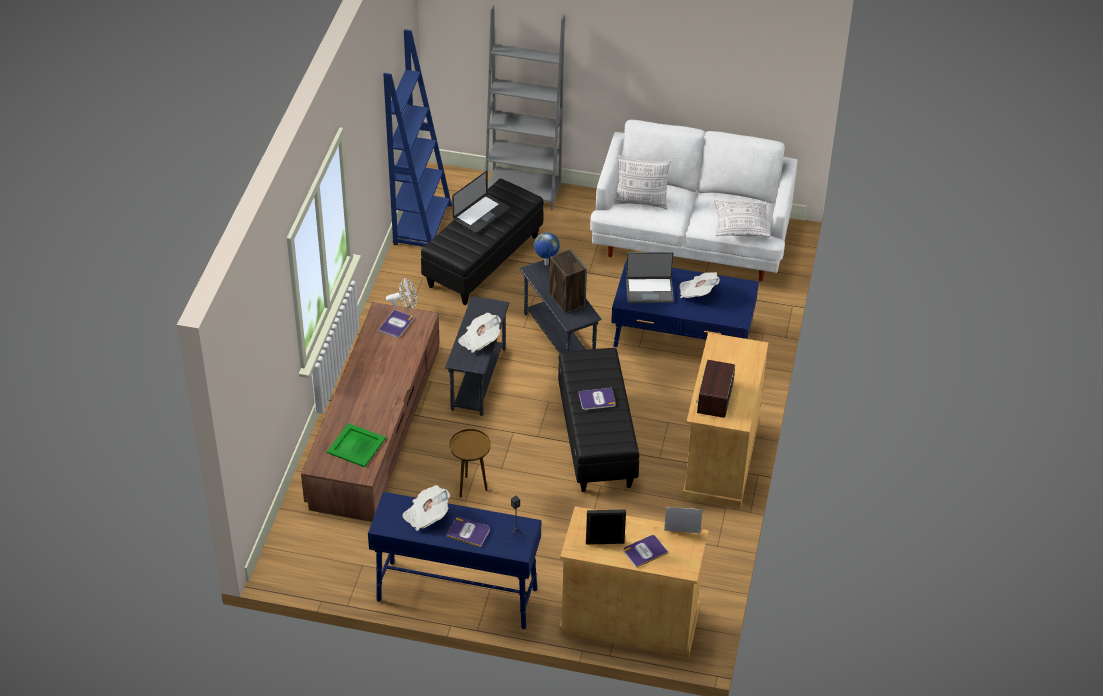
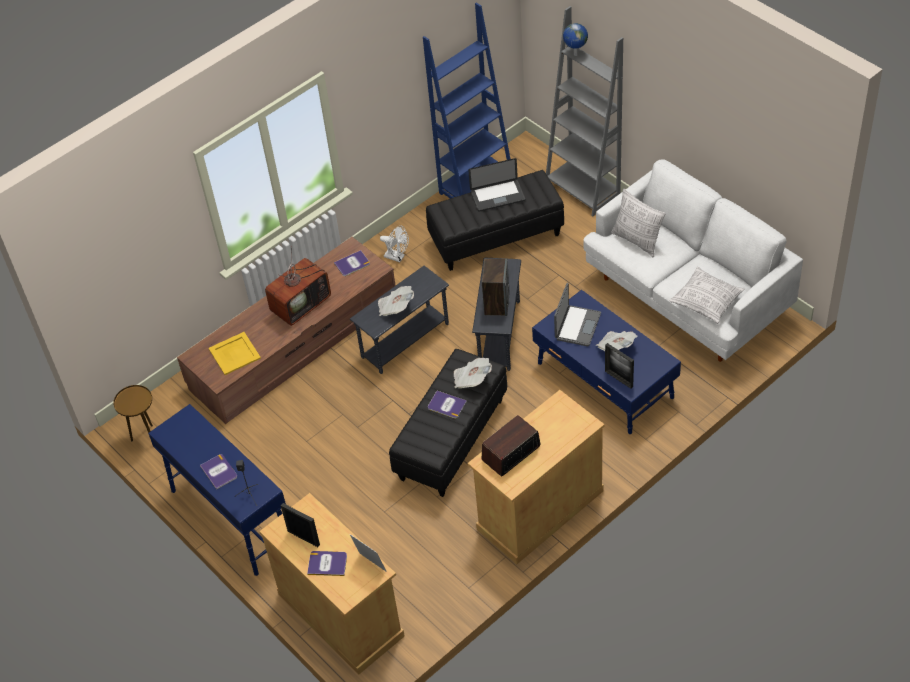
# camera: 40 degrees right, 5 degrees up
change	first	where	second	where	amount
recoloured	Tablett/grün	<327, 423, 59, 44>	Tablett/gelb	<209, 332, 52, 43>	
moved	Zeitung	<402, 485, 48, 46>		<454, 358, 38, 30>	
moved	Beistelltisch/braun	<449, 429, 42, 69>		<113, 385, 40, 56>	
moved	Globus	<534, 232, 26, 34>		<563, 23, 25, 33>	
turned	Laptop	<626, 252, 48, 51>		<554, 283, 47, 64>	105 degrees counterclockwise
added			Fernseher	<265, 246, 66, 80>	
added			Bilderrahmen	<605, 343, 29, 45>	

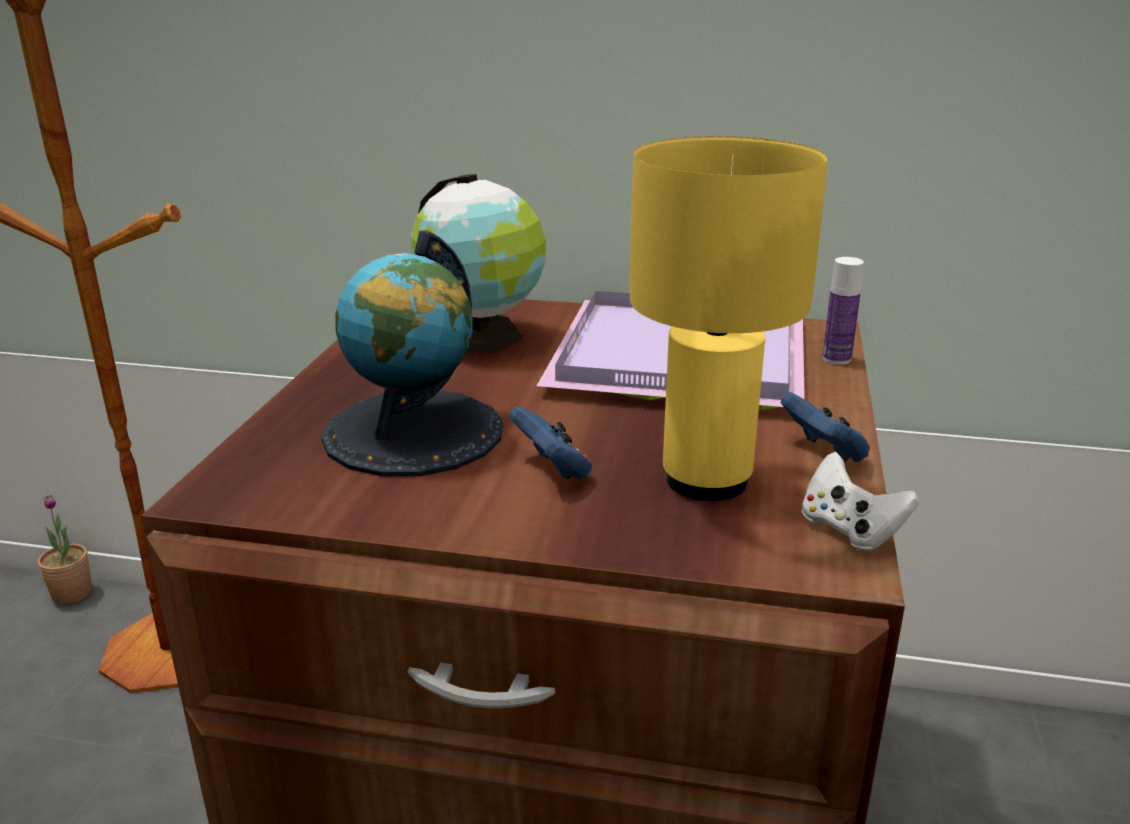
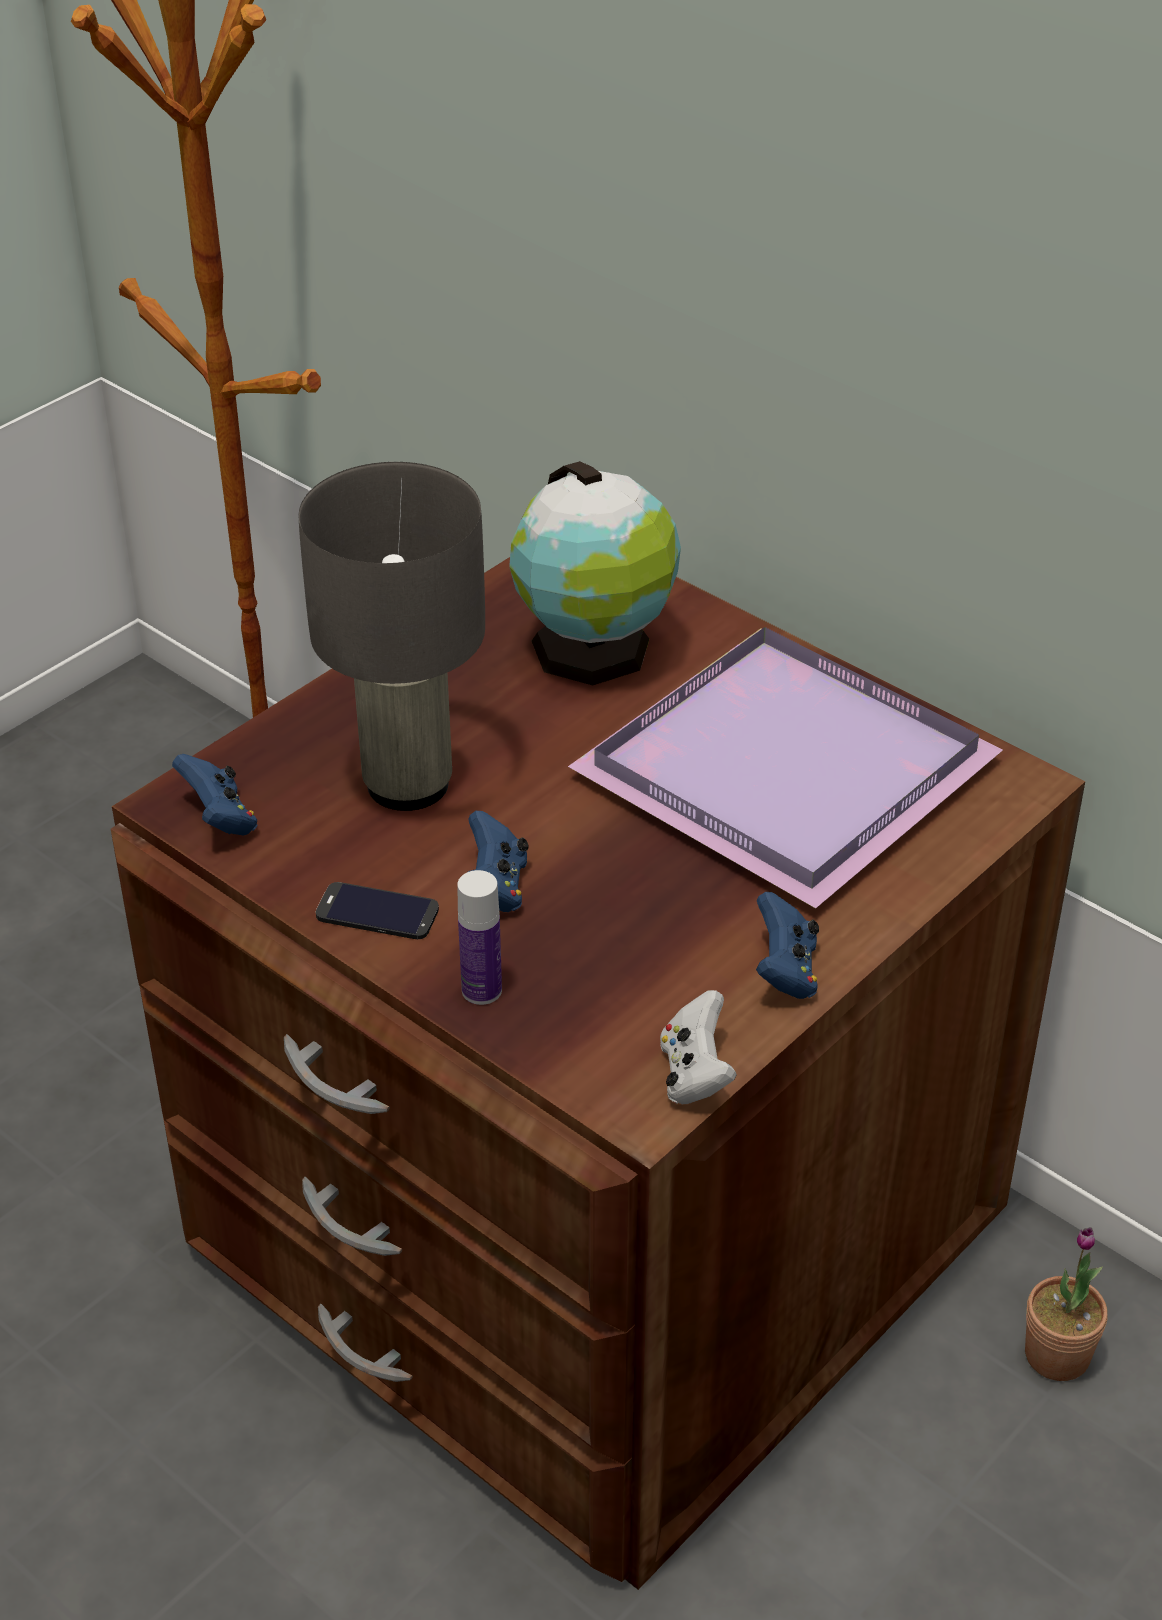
# camera: 30 degrees right, 15 degrees up
change	first	where	second	where	amount
moved	Topfpflanze	<38, 495, 54, 109>		<1025, 1227, 83, 154>	
replaced	Globus	<321, 230, 182, 246>	Tischlampe/grau	<299, 462, 186, 349>	
removed	Tischlampe/gelb	<630, 136, 197, 365>			
moved	Flasche	<822, 257, 42, 108>		<457, 870, 45, 135>	
added			Gamepad/blau	<172, 754, 85, 82>	
added			Handy	<315, 882, 124, 57>	

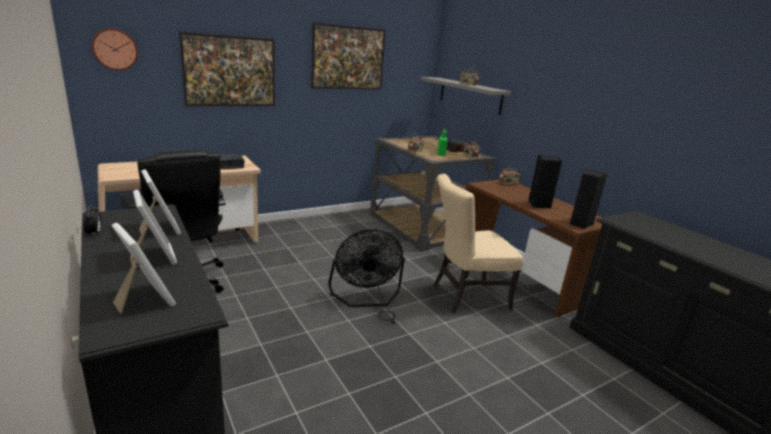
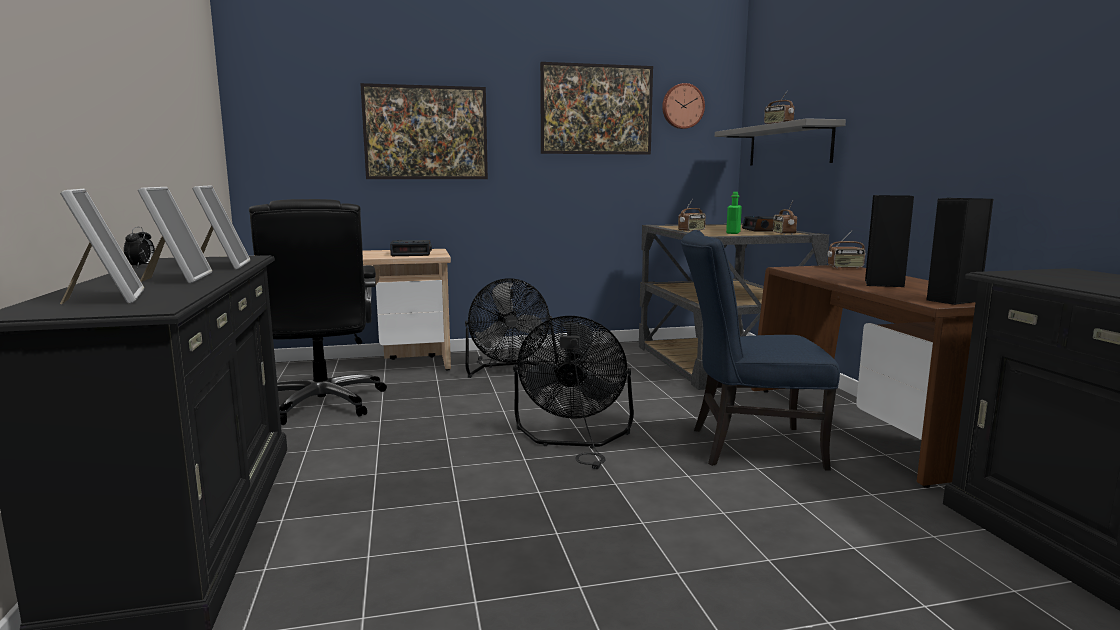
# camera: 20 degrees right, 10 degrees down
change	first	where	second	where	amount
moved	Wanduhr	<92, 28, 46, 43>		<662, 83, 43, 46>	
recoloured	Stuhl/beige	<433, 174, 91, 139>	Stuhl/blau	<681, 230, 159, 241>	
added			Ventilator/schwarz	<465, 278, 93, 100>	

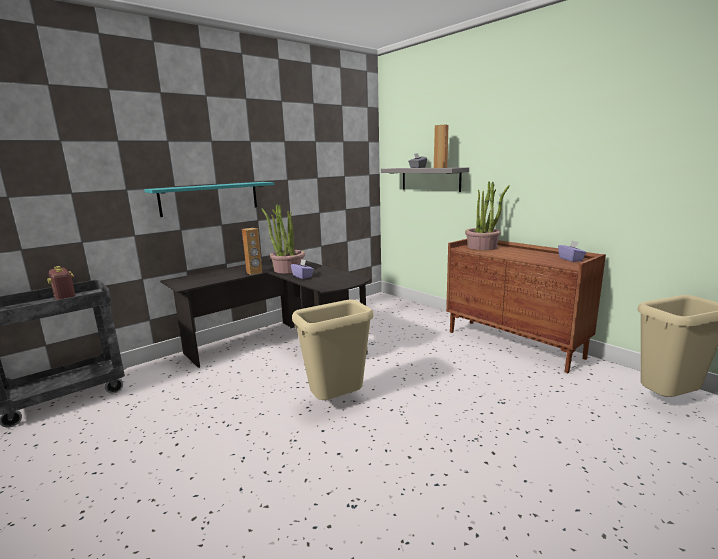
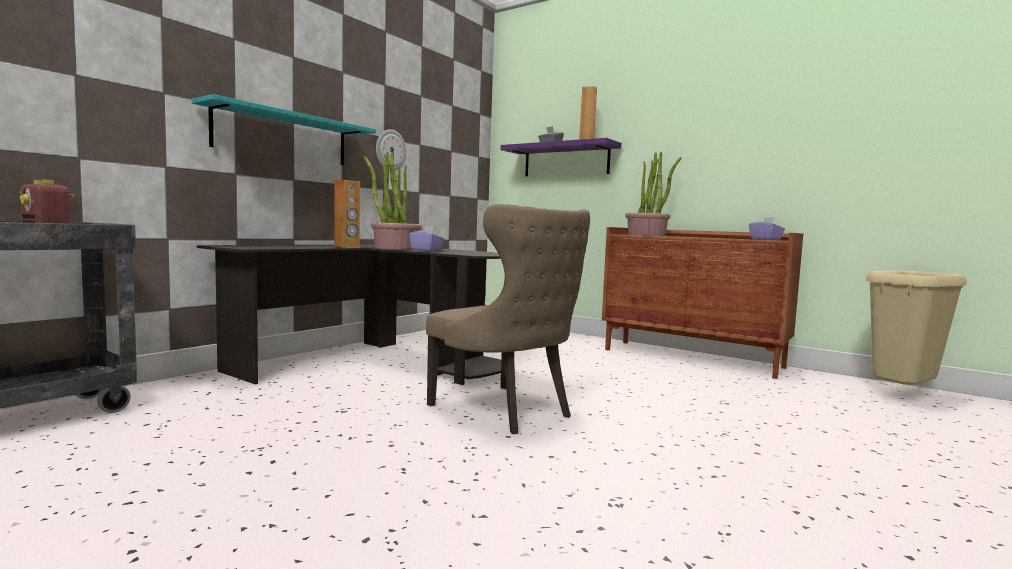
# camera: 15 degrees left, 10 degrees down
change	first	where	second	where	amount
replaced	Mülleimer/beige	<292, 300, 81, 100>	Stuhl/beige	<426, 204, 164, 230>	
recoloured	Wandregal/grau	<381, 167, 88, 25>	Wandregal/lila	<501, 138, 120, 38>	
added			Wanduhr	<376, 129, 30, 42>	

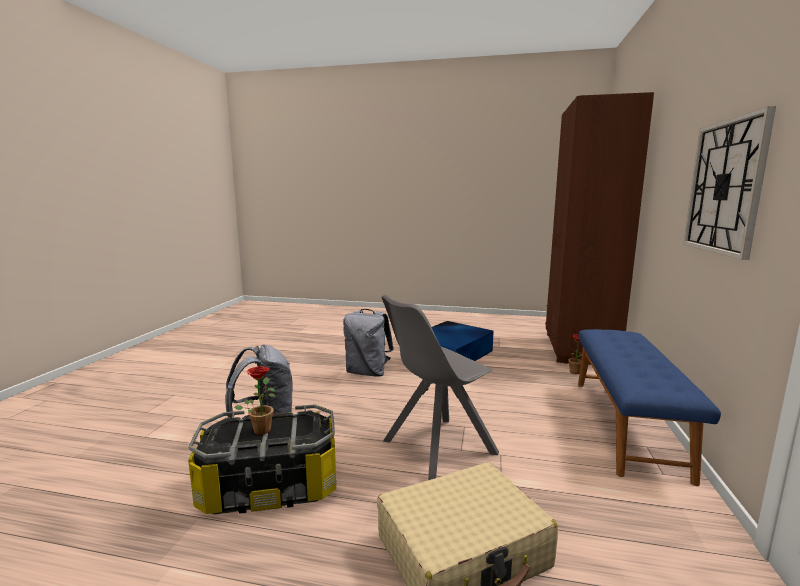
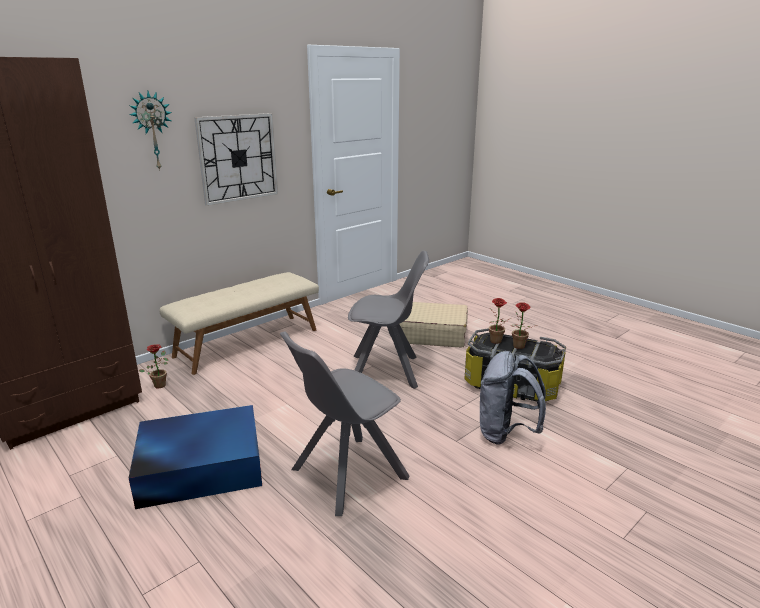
# camera: 145 degrees left, 10 degrees up
change	first	where	second	where	amount
replaced	Rucksack/grau	<343, 309, 51, 68>	Stuhl/grau	<280, 331, 129, 185>	
recoloured	Bank/blau	<578, 329, 143, 157>	Bank/beige	<159, 272, 160, 103>	
added			Wanduhr	<129, 91, 43, 80>	
added			Topfpflanze	<489, 298, 22, 46>	

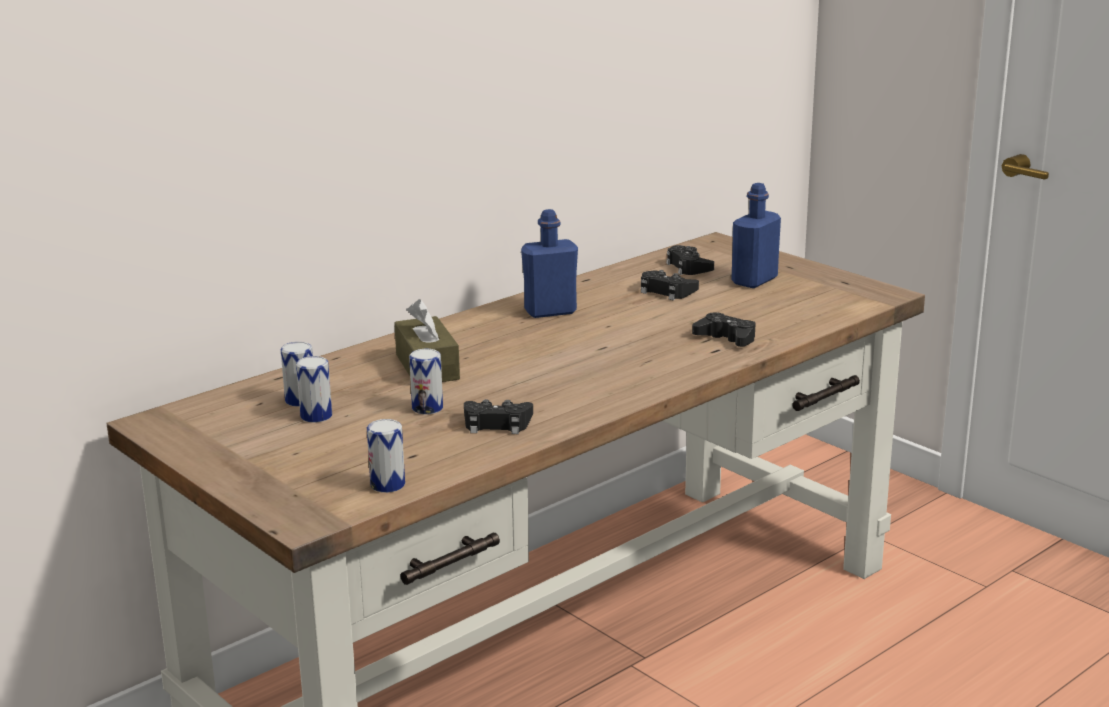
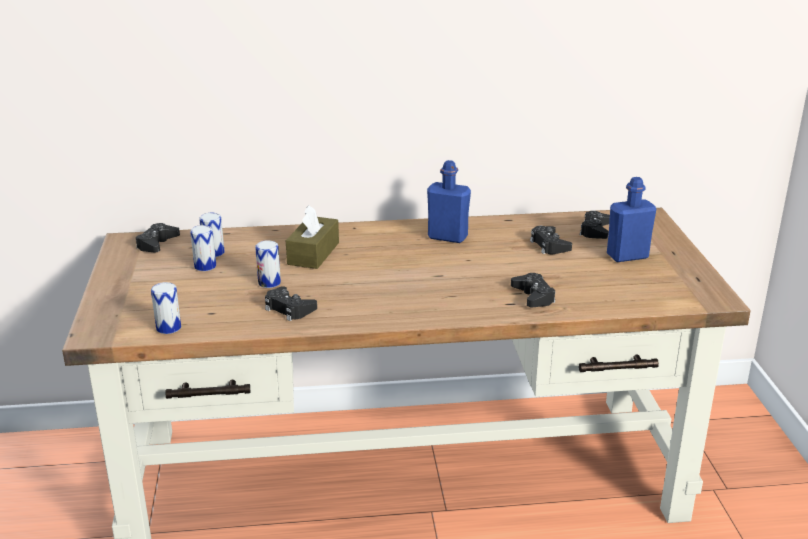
# camera: 35 degrees right, 5 degrees up
change	first	where	second	where	amount
added			Gamepad/schwarz	<136, 223, 44, 29>	

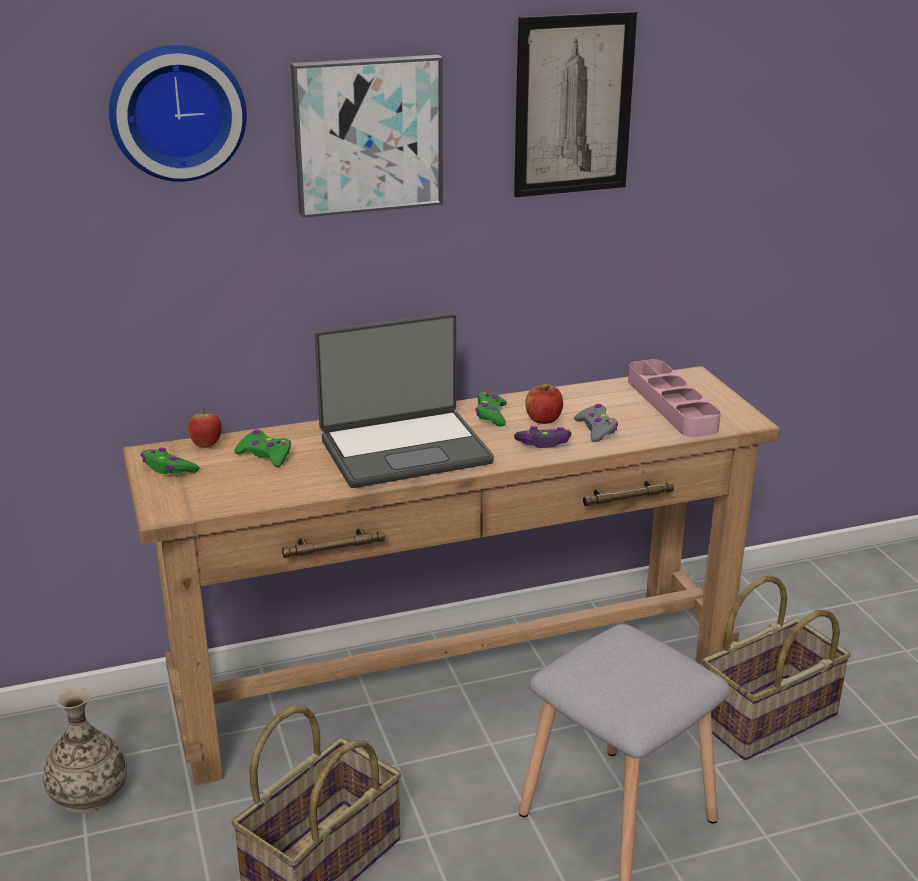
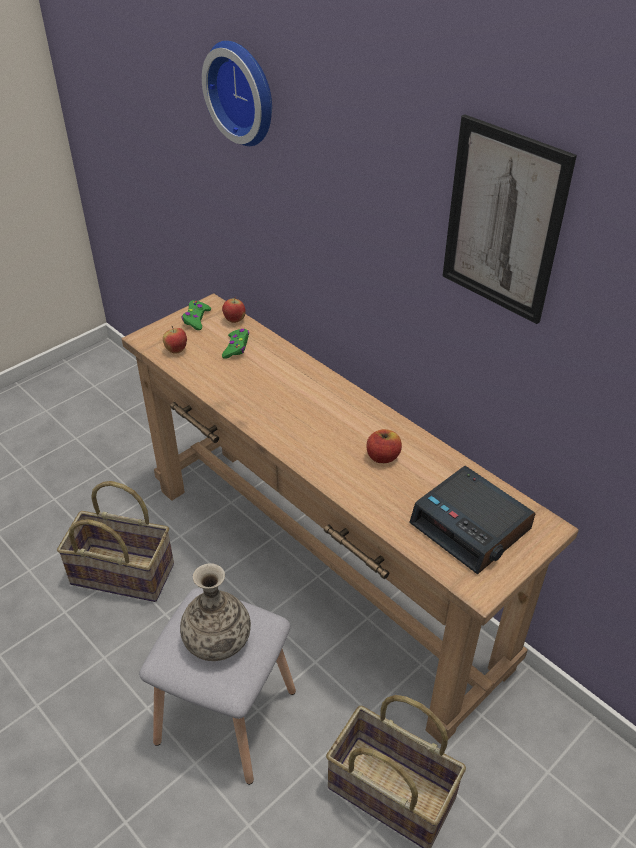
# camera: 65 degrees right, 15 degrees up
change	first	where	second	where	amount
moved	Vase	<43, 686, 84, 127>		<180, 563, 71, 98>	
removed	Bild	<291, 55, 152, 163>			
removed	Laptop	<315, 313, 179, 175>			
removed	Gamepad/grün	<475, 391, 32, 35>			
removed	Gamepad/lila	<514, 426, 57, 22>			
removed	Gamepad/grau	<574, 404, 44, 38>			
replaced	Tablett/rosa	<628, 359, 93, 78>	Wecker	<409, 466, 127, 109>	
added			Apfel	<163, 326, 24, 28>	

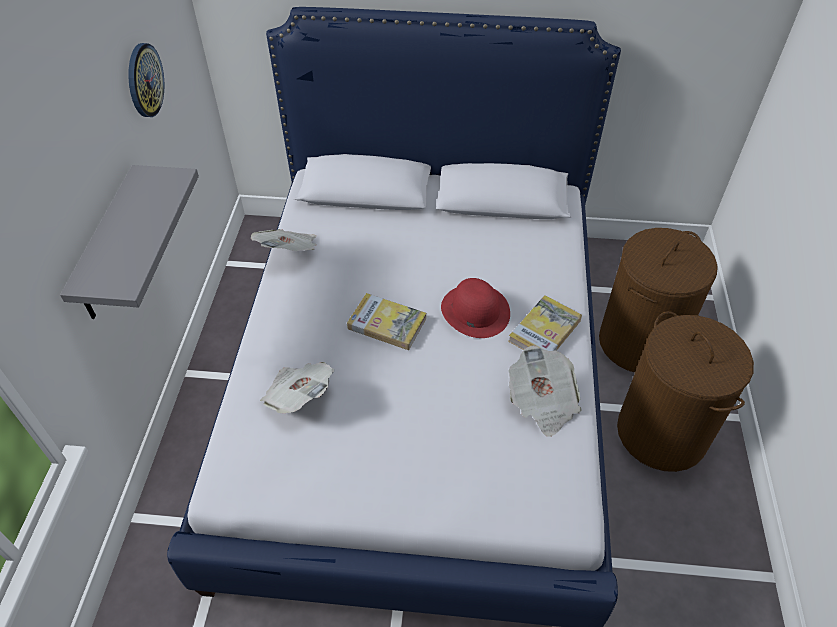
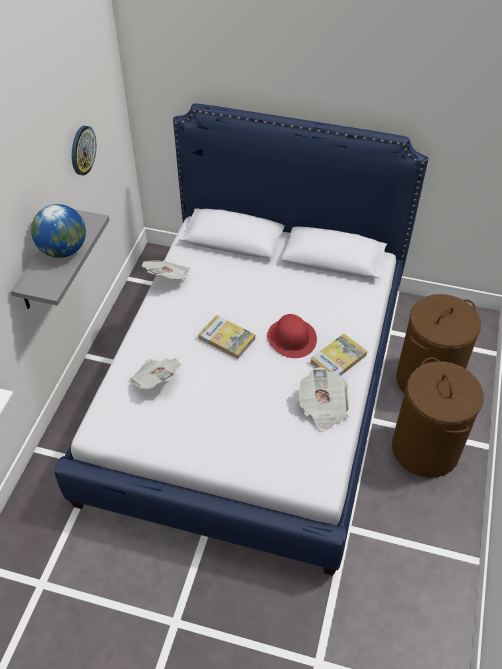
# camera: 10 degrees right, 0 degrees up
change	first	where	second	where	amount
added			Globus	<31, 204, 55, 54>	

